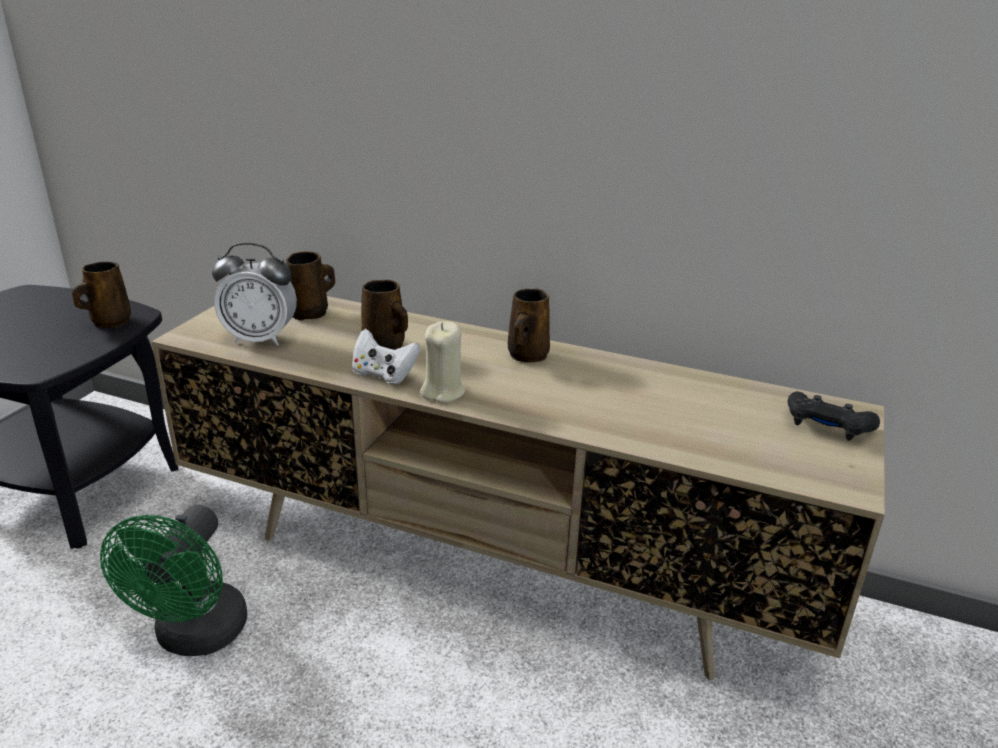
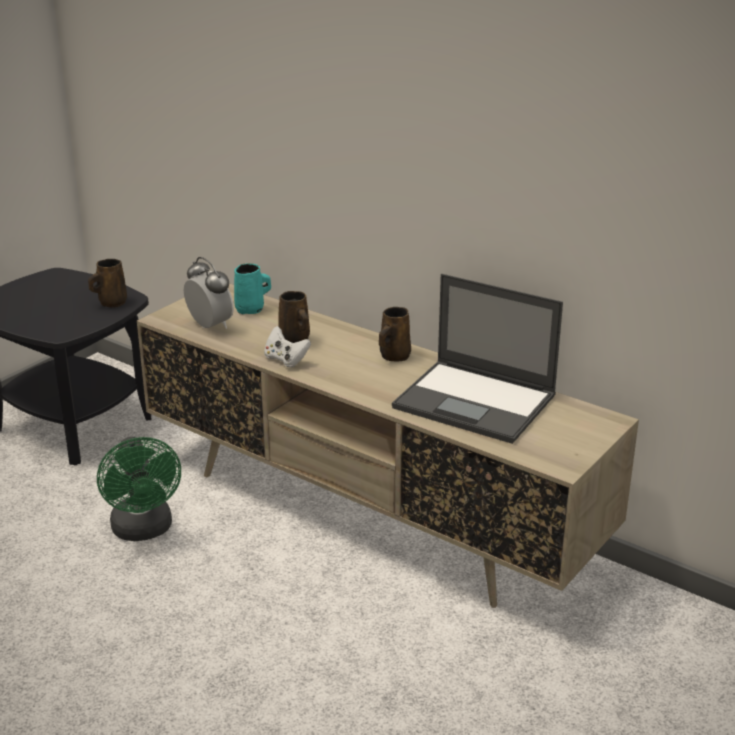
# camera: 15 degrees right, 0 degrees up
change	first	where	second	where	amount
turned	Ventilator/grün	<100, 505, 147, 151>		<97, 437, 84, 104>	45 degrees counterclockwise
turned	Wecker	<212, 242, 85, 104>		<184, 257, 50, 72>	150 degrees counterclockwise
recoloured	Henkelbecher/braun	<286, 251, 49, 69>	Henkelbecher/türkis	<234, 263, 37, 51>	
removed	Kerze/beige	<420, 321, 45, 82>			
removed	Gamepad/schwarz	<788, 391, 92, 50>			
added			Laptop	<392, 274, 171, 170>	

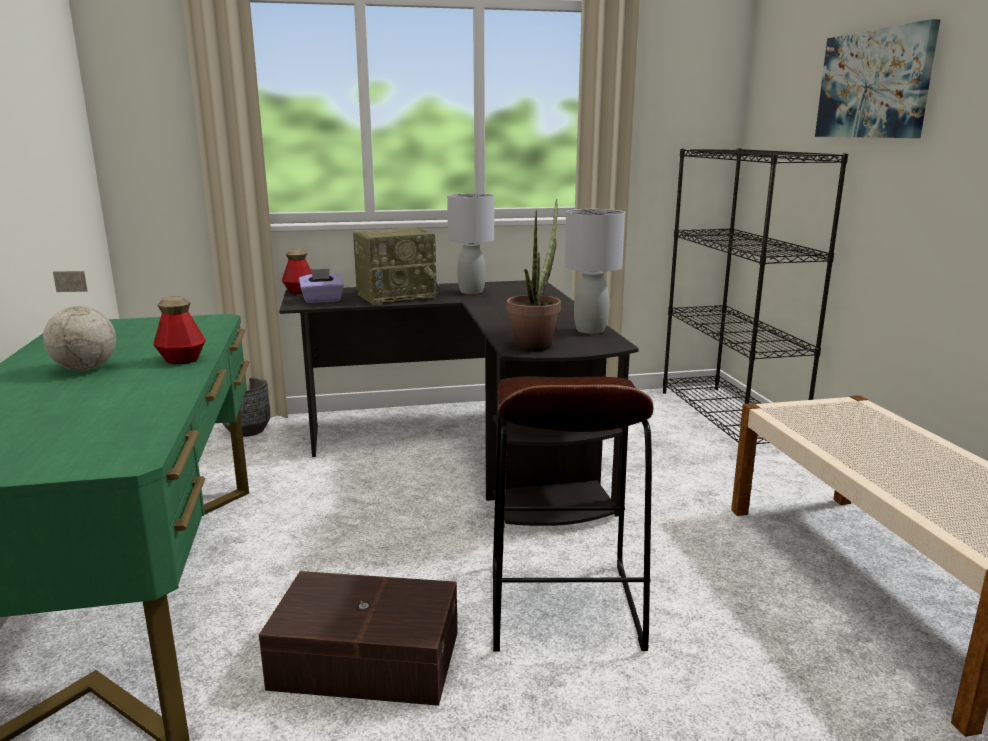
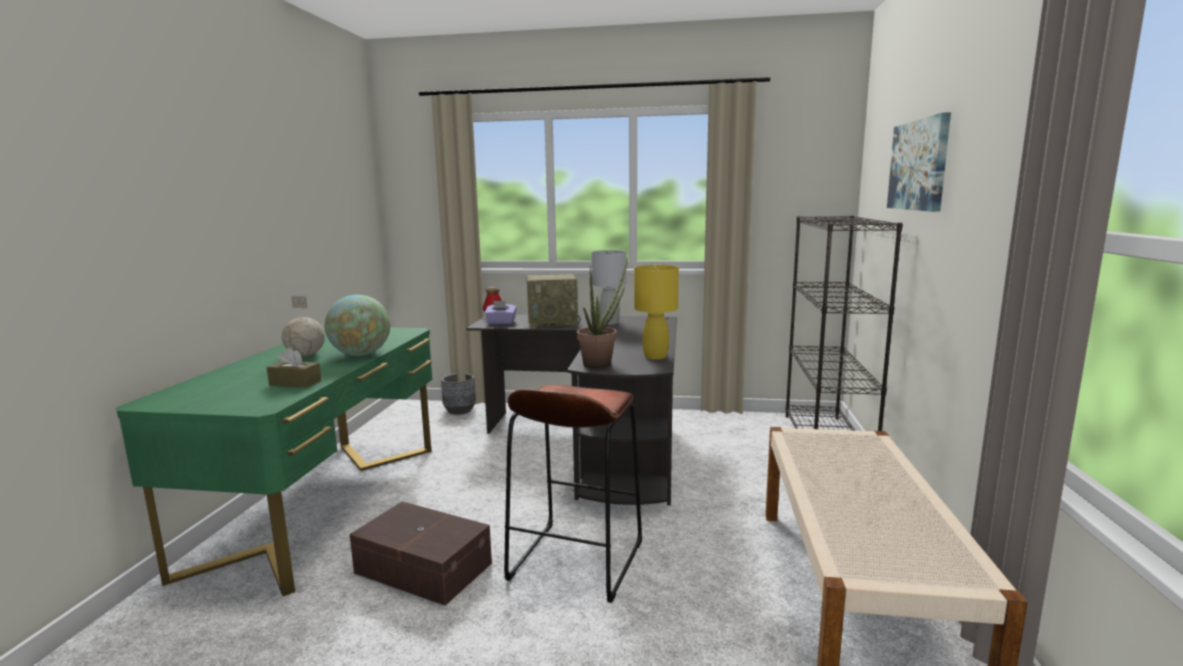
# camera: 20 degrees right, 5 degrees down
change	first	where	second	where	amount
replaced	Flasche	<153, 297, 53, 67>	Globus	<325, 295, 65, 61>	
recoloured	Tischlampe/grau	<564, 209, 61, 125>	Tischlampe/gelb	<634, 265, 45, 95>	
added			Taschentuchbox/braun	<267, 347, 54, 41>	

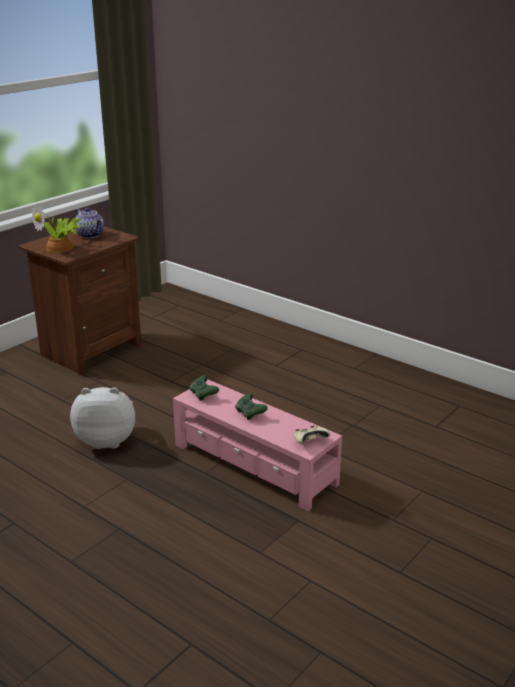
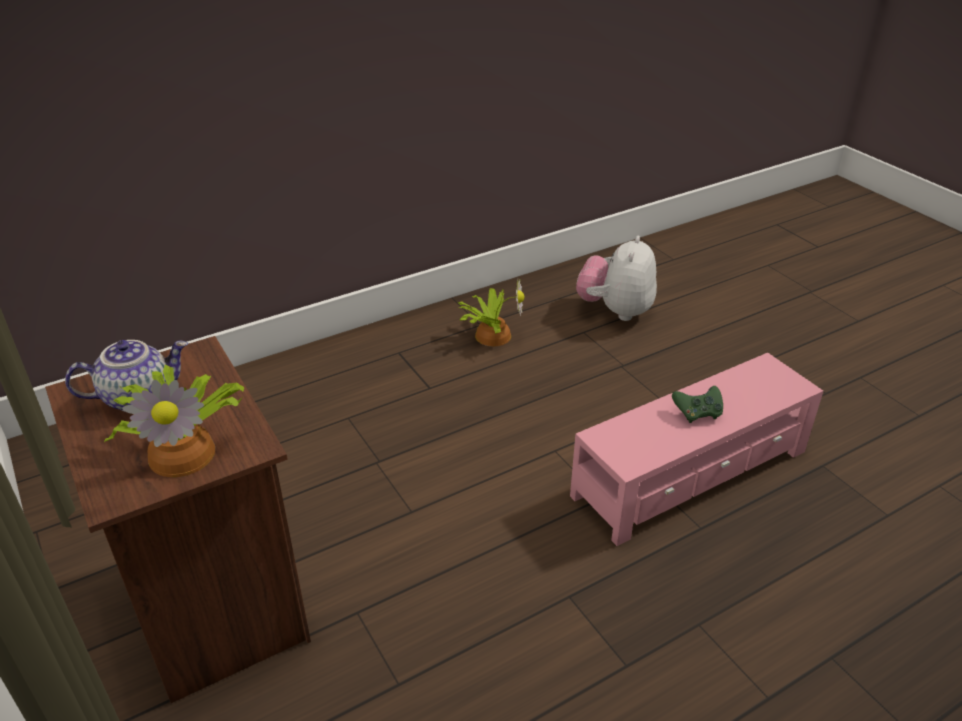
# camera: 70 degrees left, 10 degrees up
change	first	where	second	where	amount
moved	Plüschtier	<70, 387, 65, 62>		<576, 236, 81, 85>	
removed	Gamepad/grün	<189, 375, 30, 26>			
removed	Gamepad/beige	<294, 426, 36, 18>			
added			Topfpflanze	<458, 280, 66, 66>	

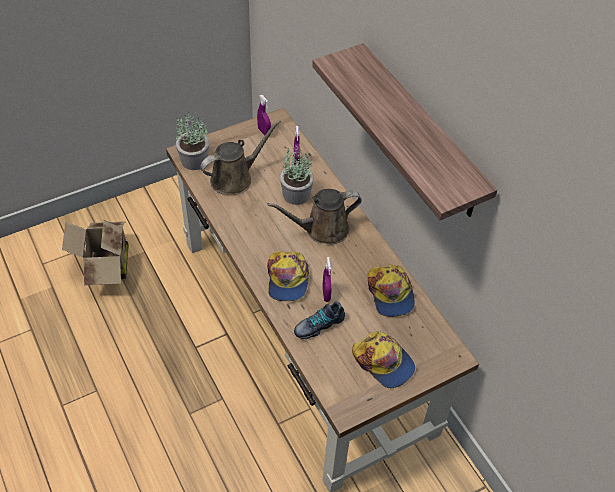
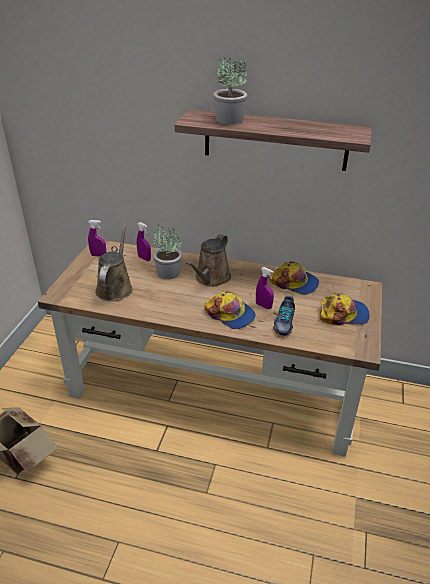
# camera: 45 degrees left, 15 degrees down
change	first	where	second	where	amount
moved	Topfpflanze	<176, 113, 33, 57>		<213, 58, 34, 67>	

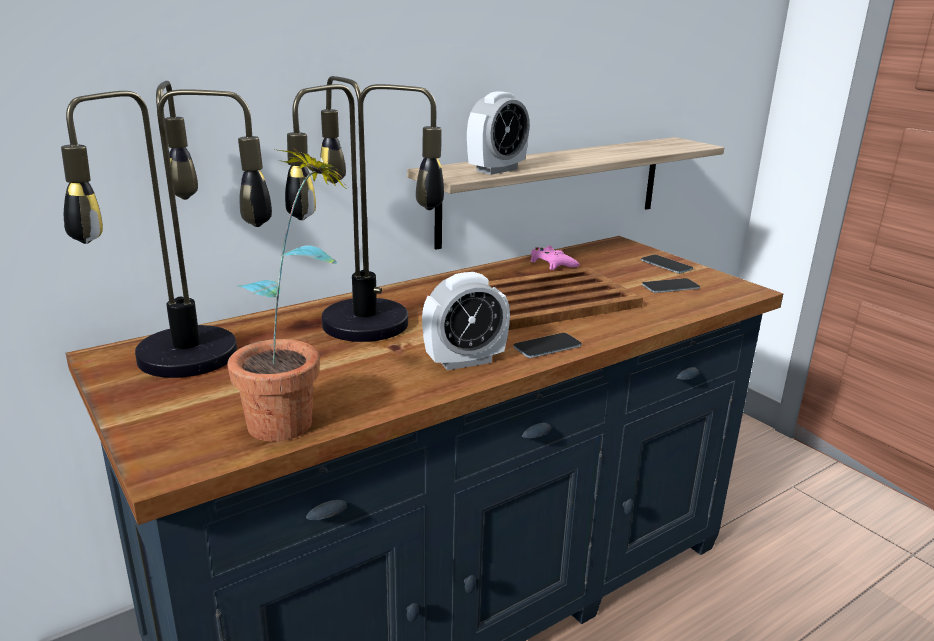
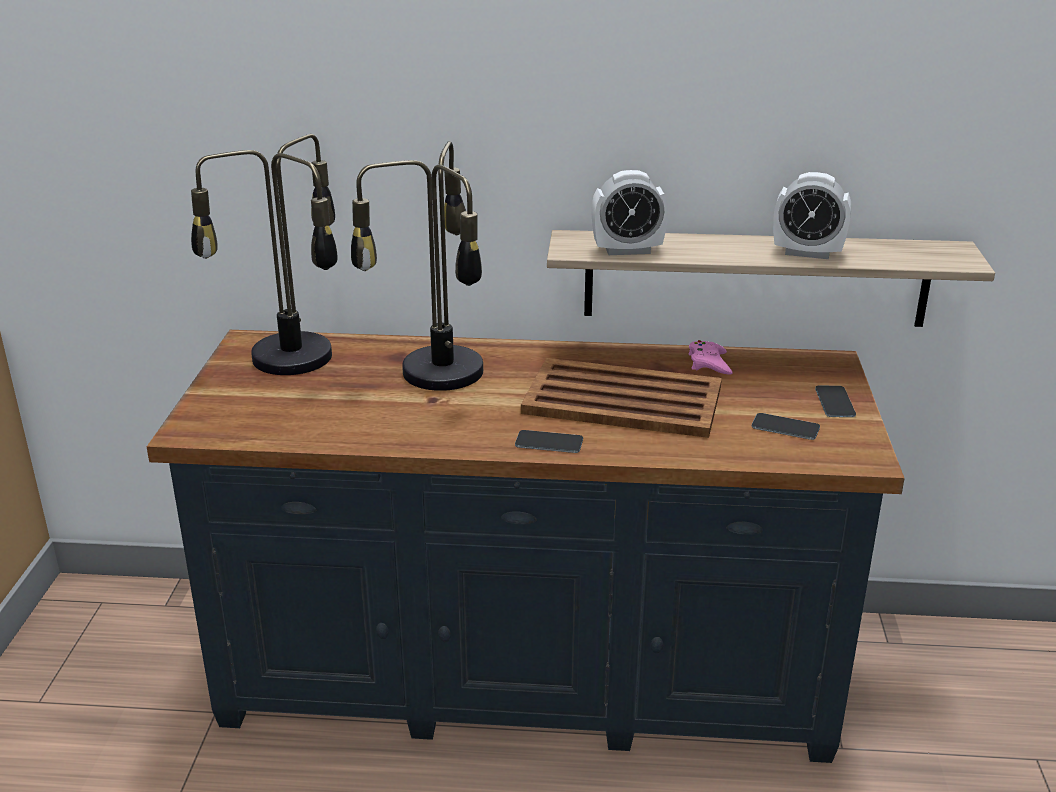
# camera: 40 degrees right, 5 degrees up
change	first	where	second	where	amount
removed	Topfpflanze	<228, 148, 120, 294>			
moved	Wecker	<422, 272, 88, 98>		<773, 172, 78, 87>	

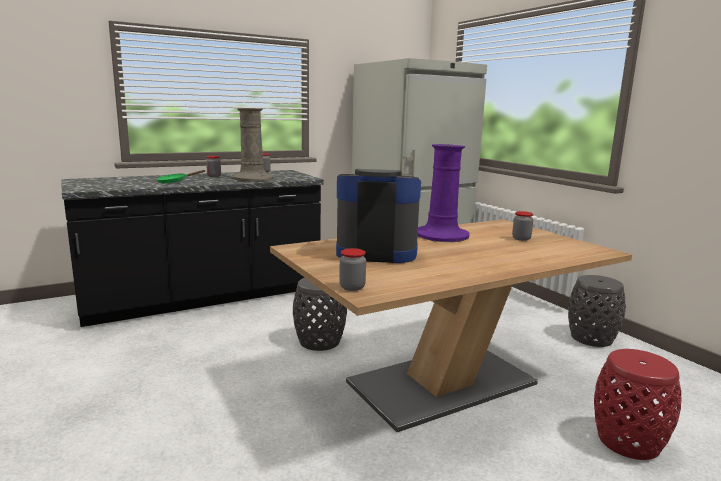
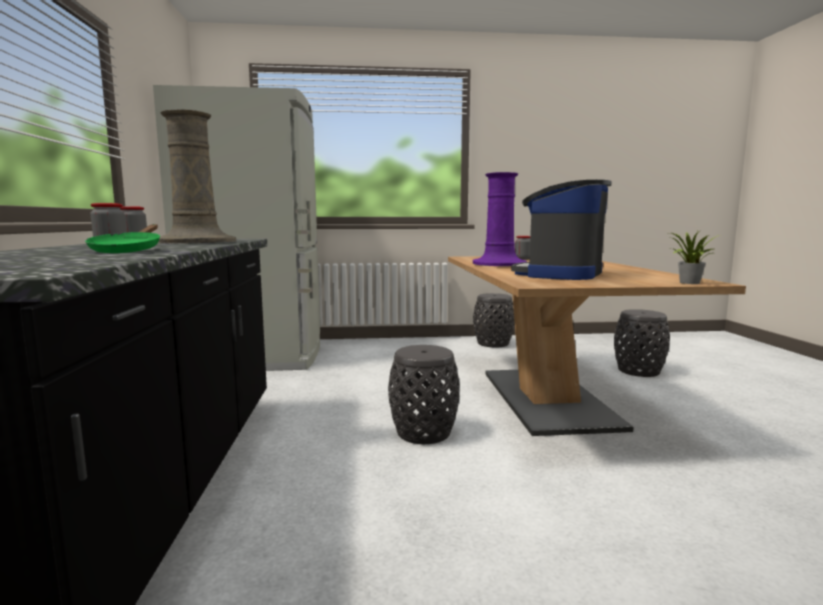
# camera: 65 degrees left, 5 degrees down
change	first	where	second	where	amount
replaced	Vorratsglas	<339, 248, 27, 43>	Topfpflanze	<669, 228, 50, 56>	
recoloured	Hocker/rot	<594, 349, 87, 111>	Hocker/grau	<614, 309, 56, 68>	

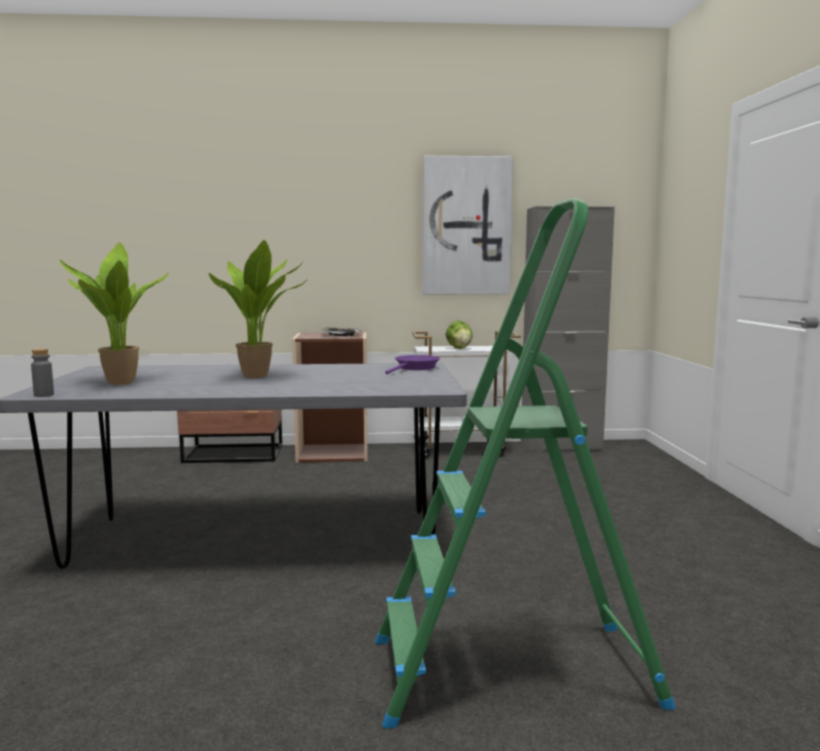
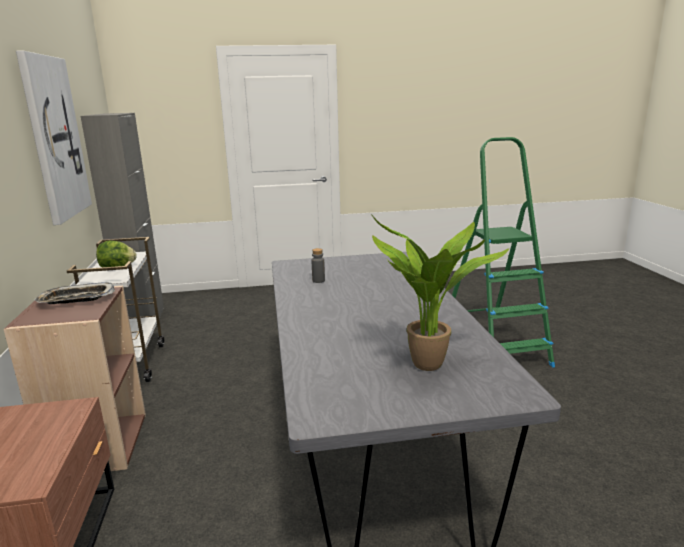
# camera: 95 degrees left, 10 degrees up
change	first	where	second	where	amount
moved	Flasche/grau	<31, 349, 23, 48>		<311, 248, 14, 35>	
removed	Topfpflanze	<209, 240, 99, 138>			
removed	Pfanne/lila	<385, 355, 55, 19>			

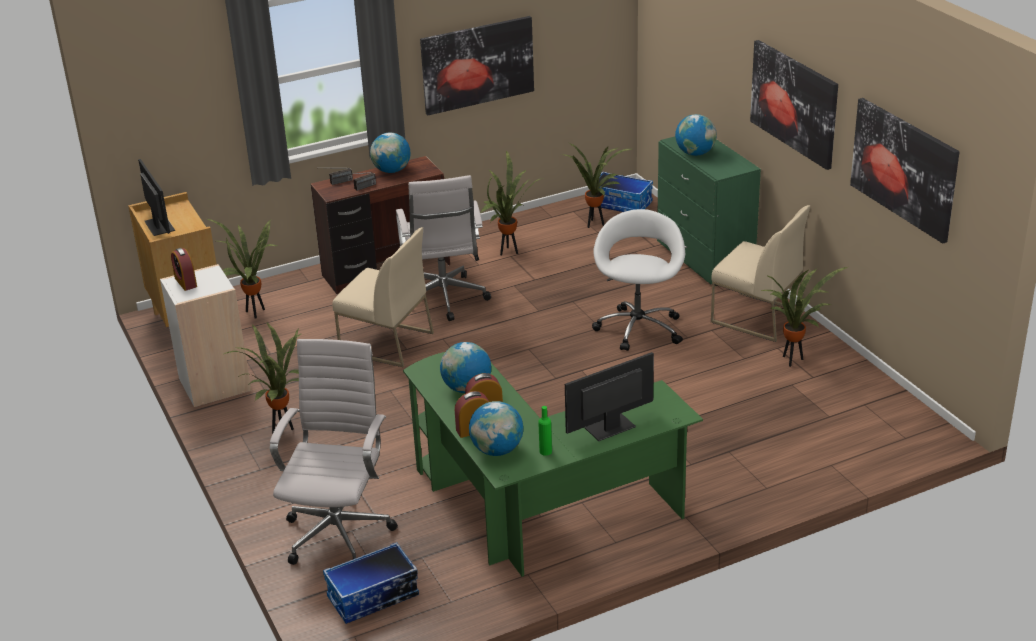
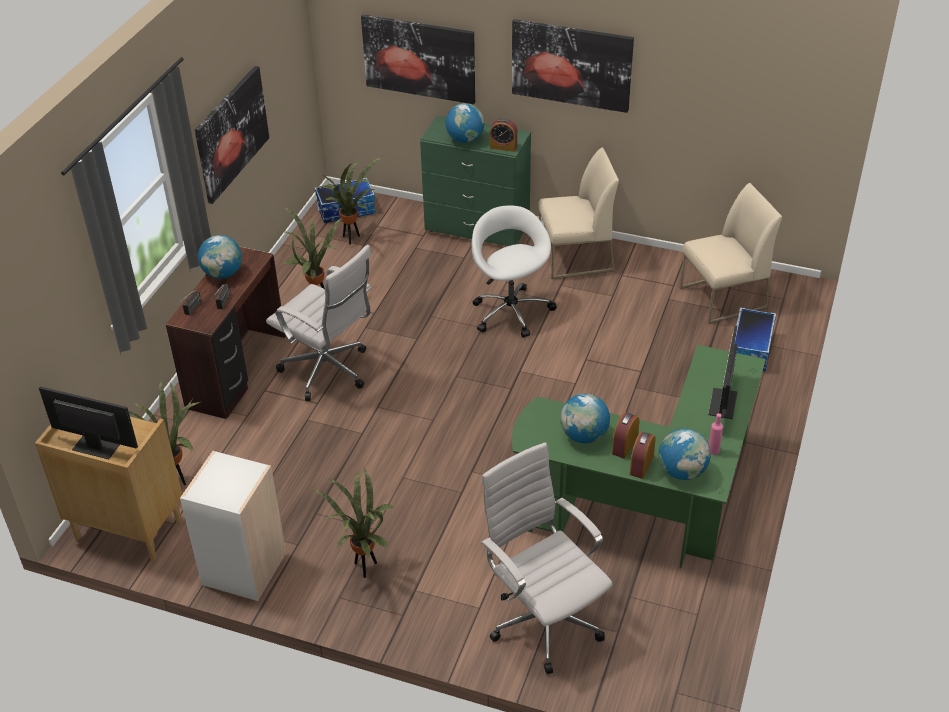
# camera: 45 degrees left, 10 degrees up
change	first	where	second	where	amount
moved	Wecker	<171, 248, 26, 43>		<490, 118, 27, 34>	
moved	Aufbewahrungsbox	<323, 542, 96, 82>		<735, 307, 41, 65>	
moved	Stuhl/beige	<332, 227, 102, 140>		<680, 183, 102, 141>	
recoloured	Flasche/grün	<538, 406, 14, 50>	Flasche/rosa	<709, 413, 14, 42>	
removed	Topfpflanze	<761, 267, 86, 100>			
moved	Bild	<850, 98, 110, 146>		<361, 14, 114, 90>	

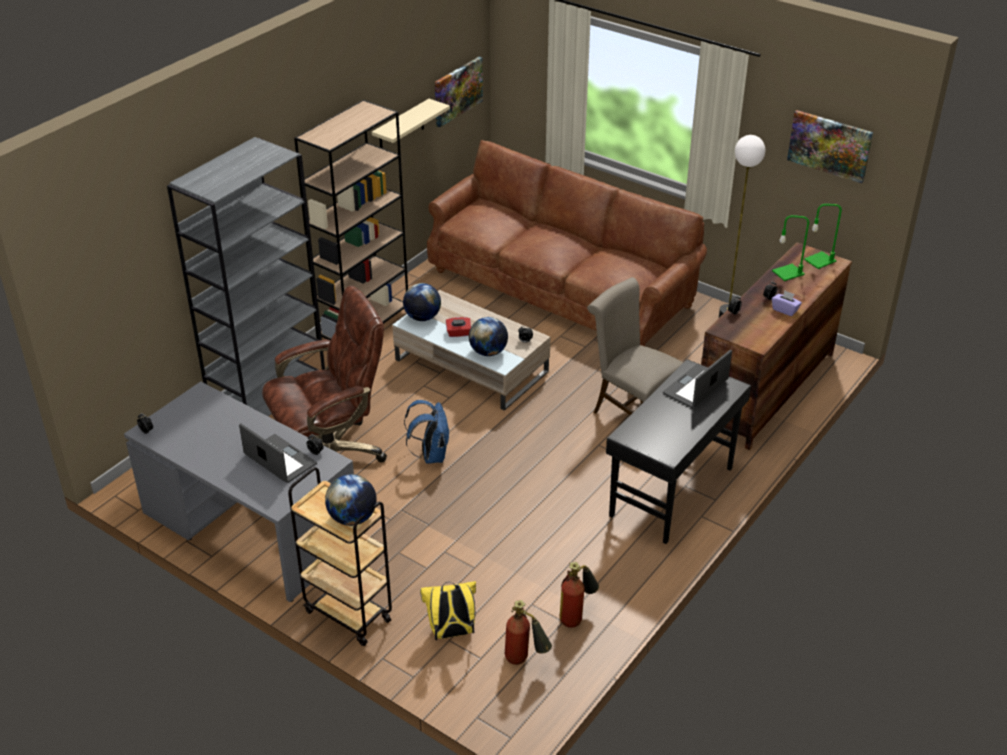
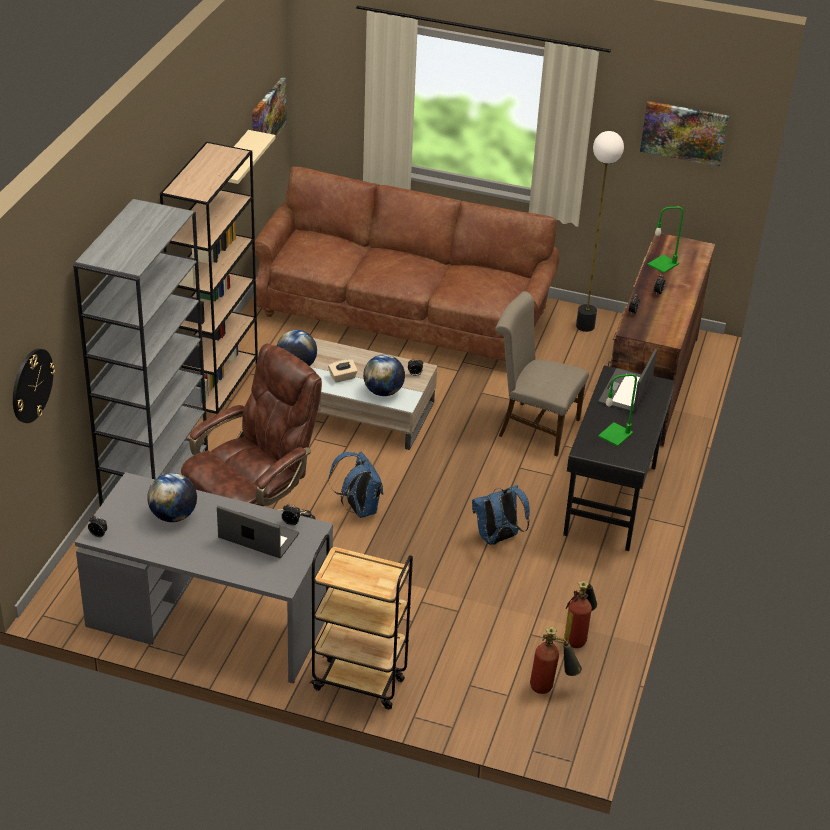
# camera: 20 degrees left, 0 degrees up
change	first	where	second	where	amount
moved	Globus	<325, 474, 52, 52>		<147, 473, 50, 49>	
removed	Rucksack/gelb	<420, 581, 56, 59>			
recoloured	Taschentuchbox/rot	<446, 317, 25, 20>	Taschentuchbox/beige	<328, 359, 30, 23>	
removed	Taschentuchbox/lila	<772, 290, 30, 26>			
moved	Tischlampe/grün	<804, 204, 38, 65>		<598, 374, 39, 72>	
added			Wanduhr	<13, 349, 42, 74>	
added			Rucksack/blau	<472, 485, 58, 60>	

